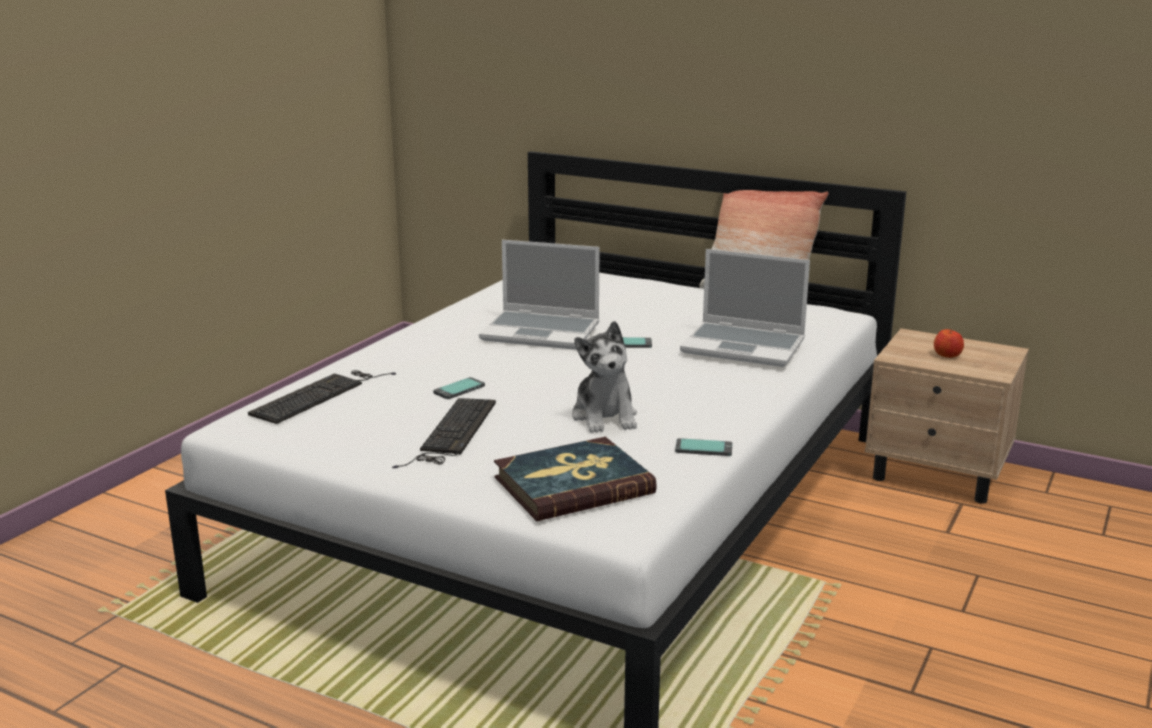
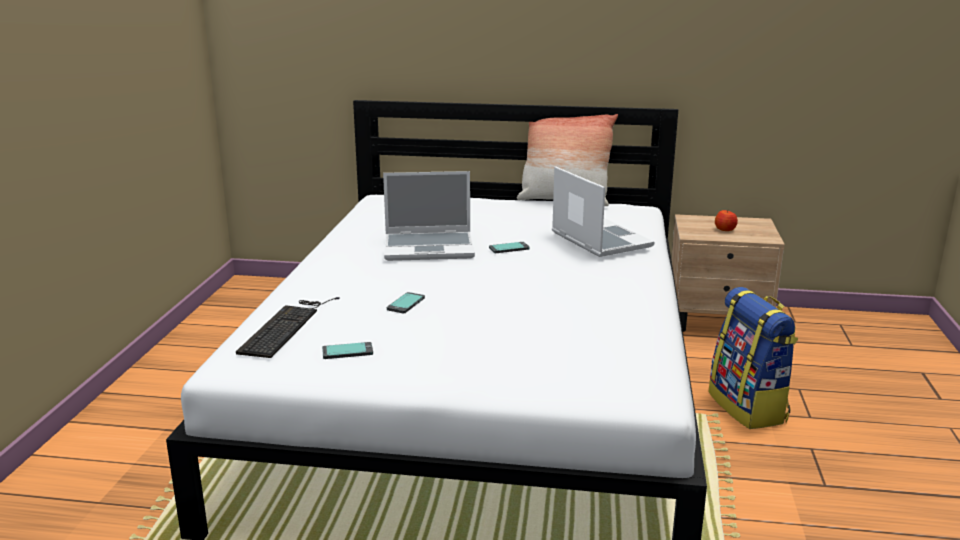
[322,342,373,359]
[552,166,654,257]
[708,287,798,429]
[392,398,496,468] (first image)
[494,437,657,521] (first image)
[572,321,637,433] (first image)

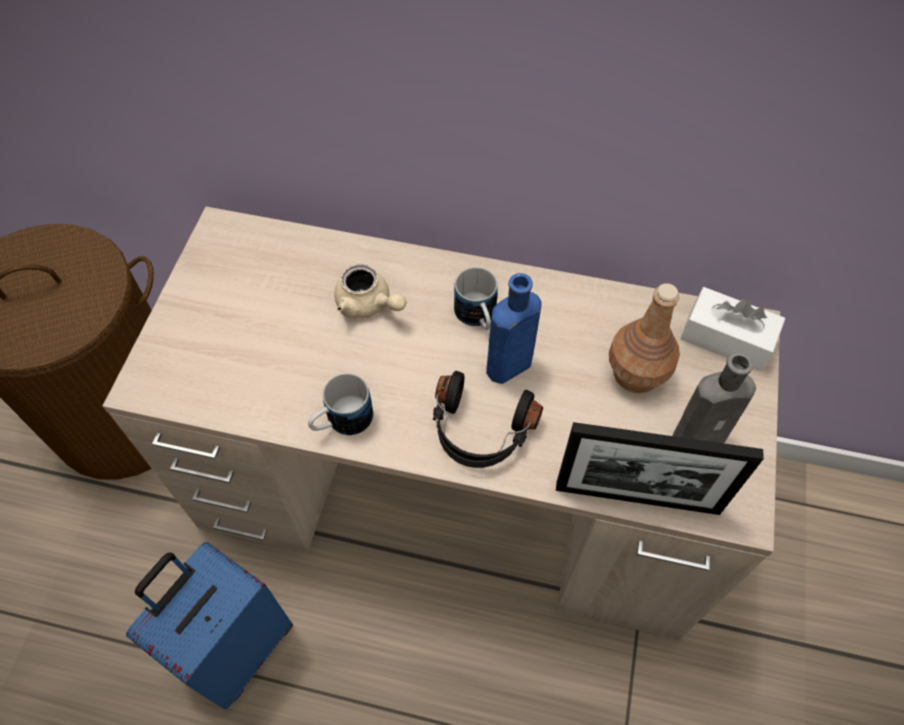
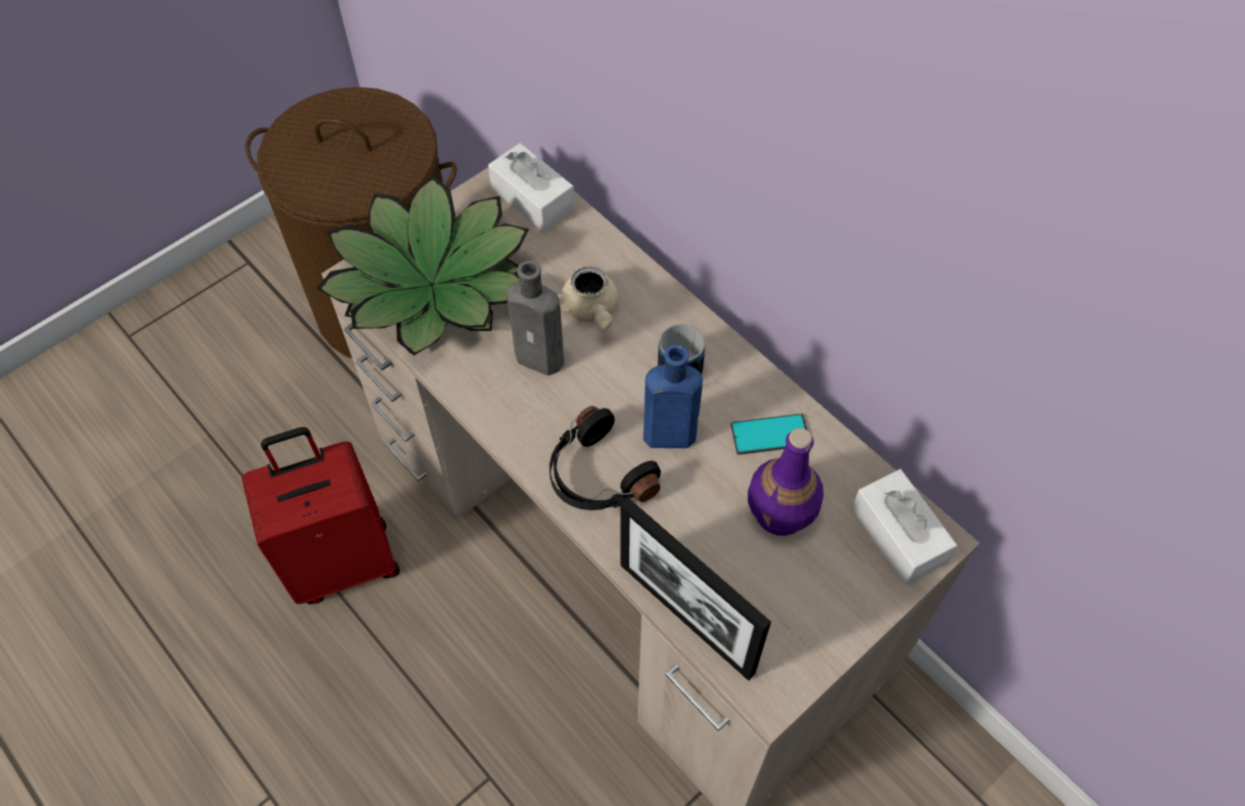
[242,427,400,604]
[316,175,529,356]
[488,143,575,232]
[506,261,564,375]
[731,414,807,455]
[748,428,824,536]
[308,373,373,435] (first image)

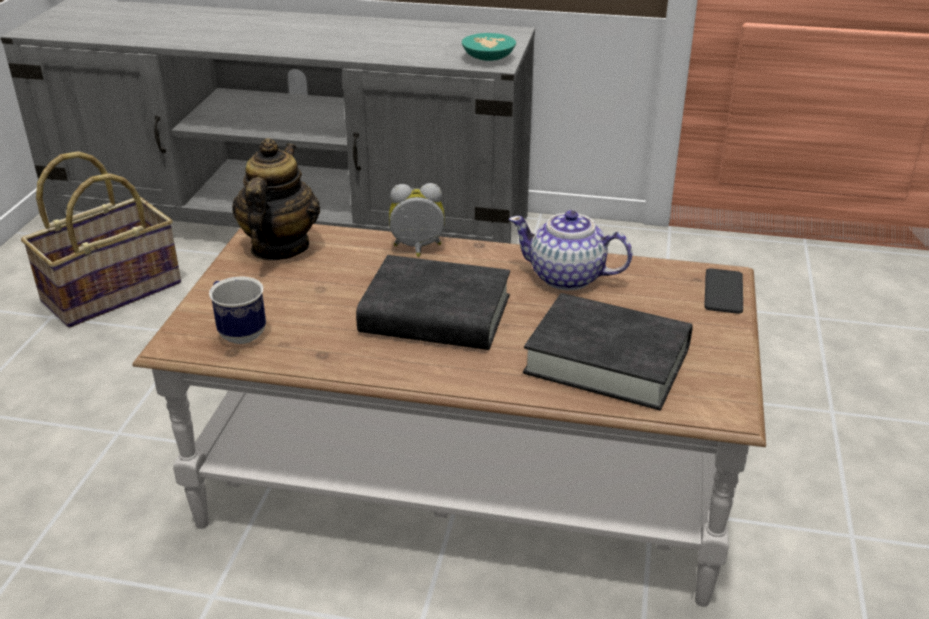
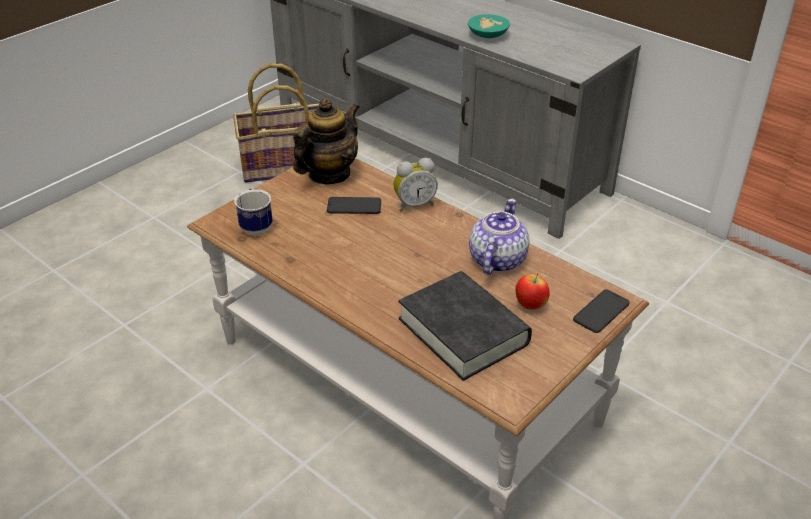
[327,197,381,214]
[393,158,438,212]
[468,14,510,38]
[469,199,530,275]
[515,273,550,310]
[356,255,510,350] (first image)

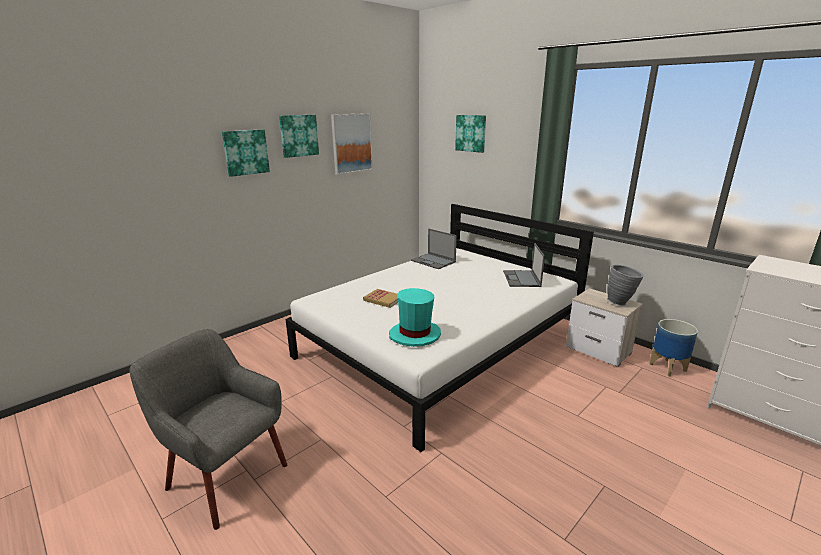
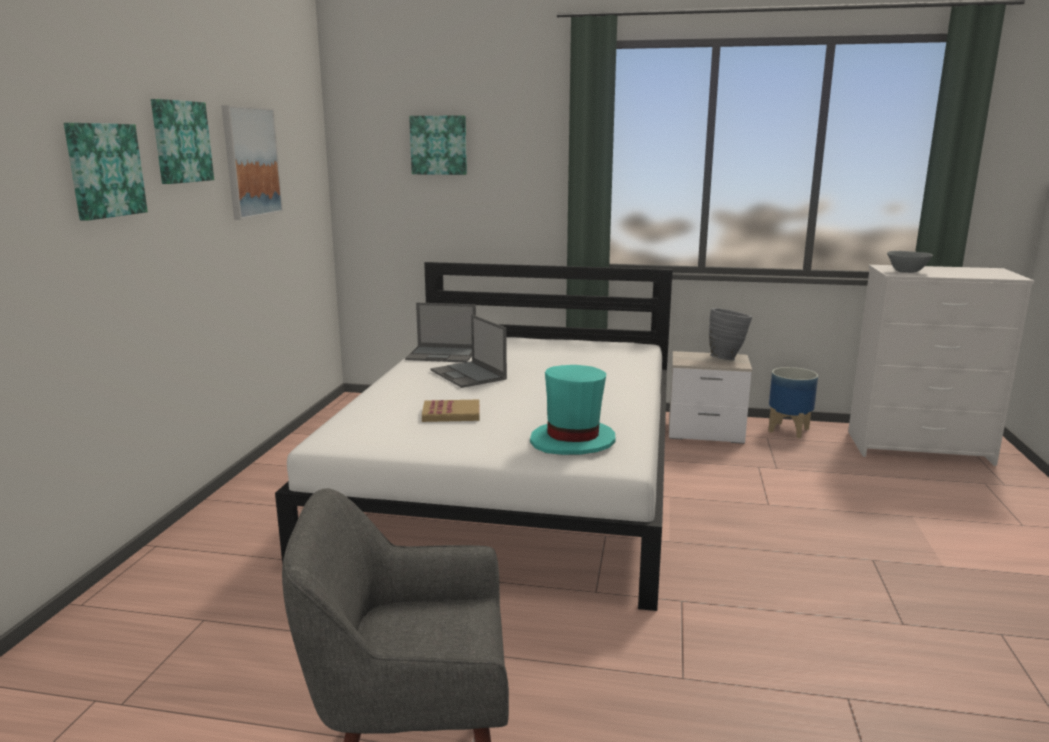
[430,315,507,388]
[887,251,933,273]

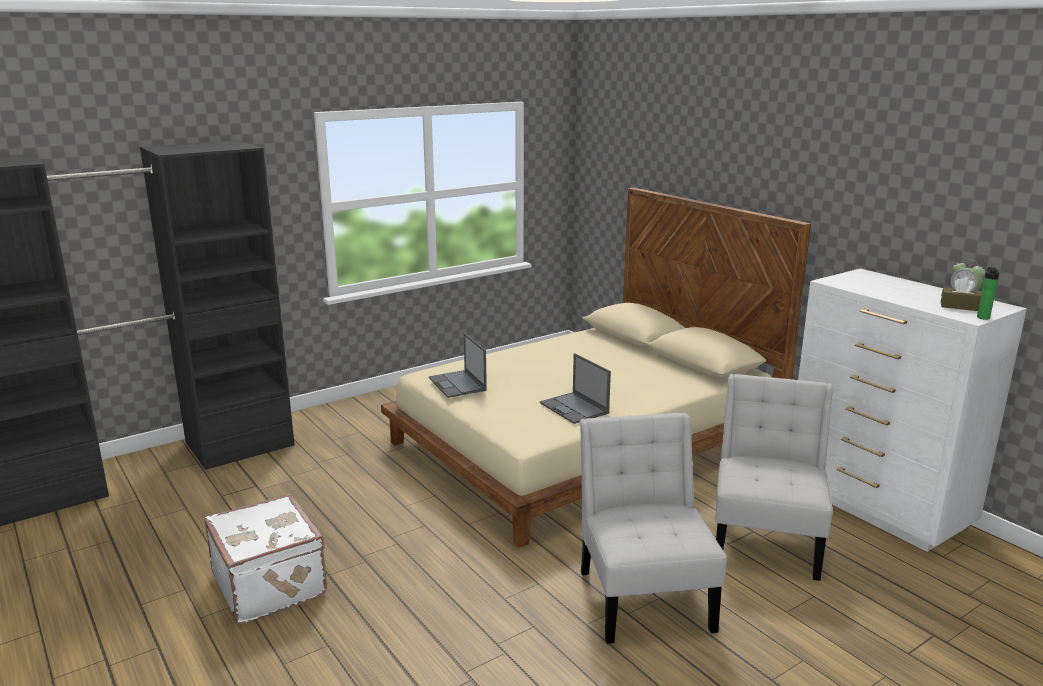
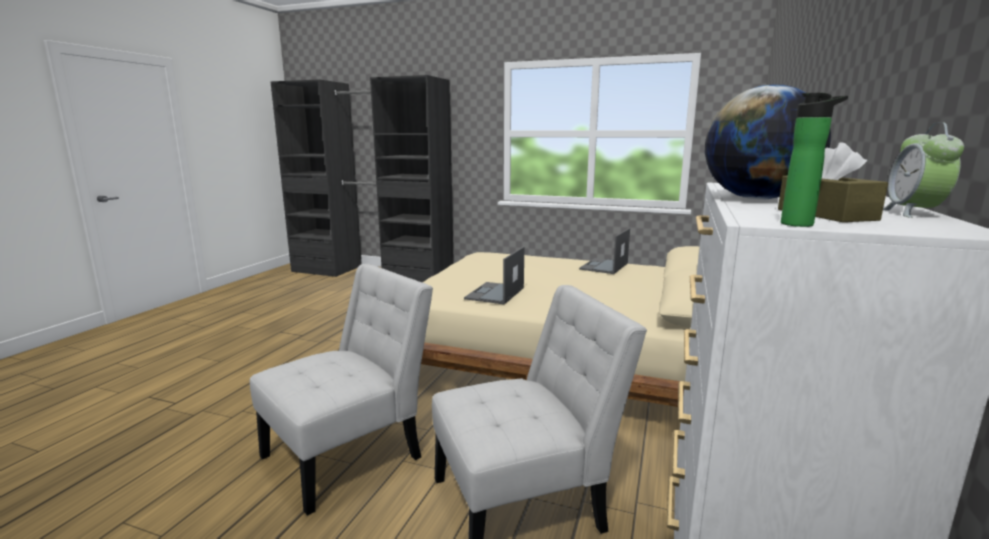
[579,228,630,274]
[705,85,831,200]
[204,494,327,624] (first image)

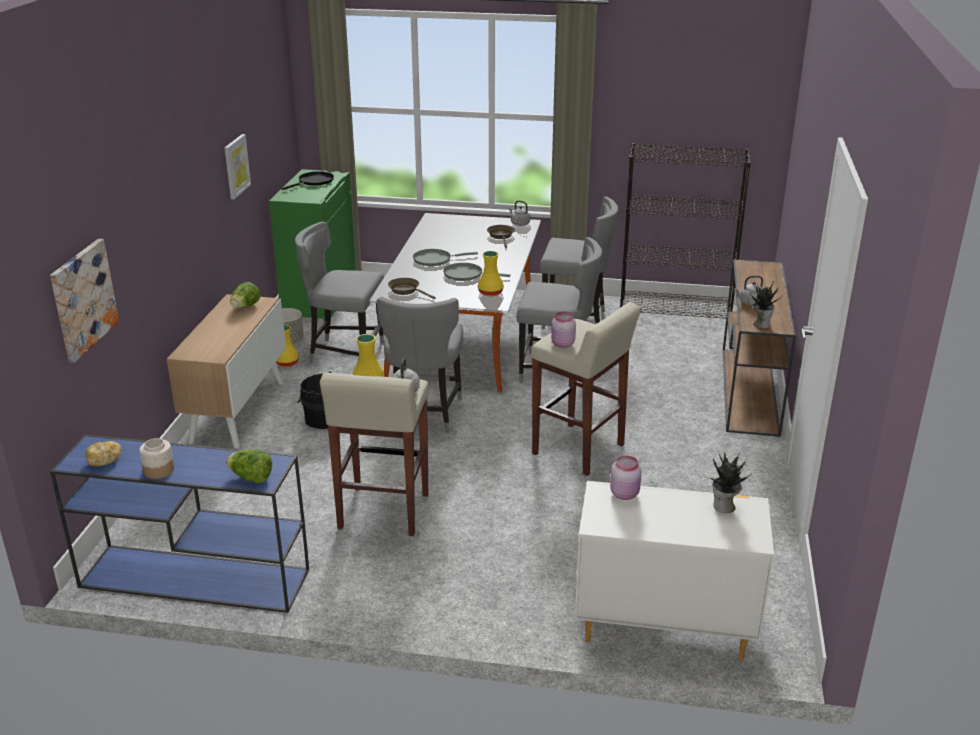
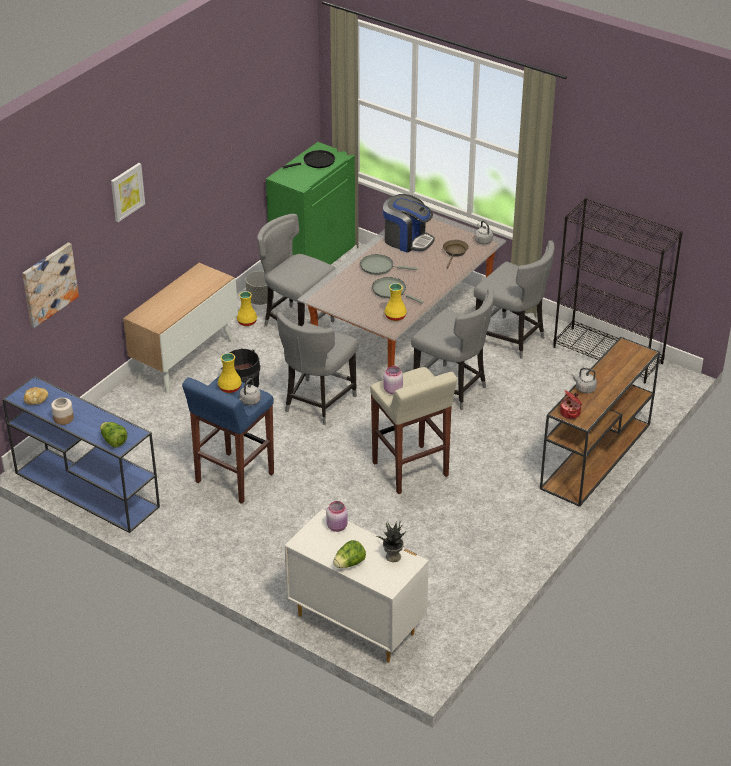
[111,163,145,222]
[182,376,274,504]
[333,540,366,568]
[383,194,435,253]
[560,390,582,419]
[388,278,436,299] (first image)

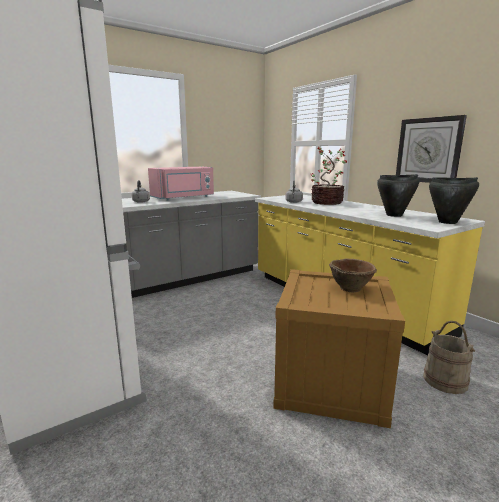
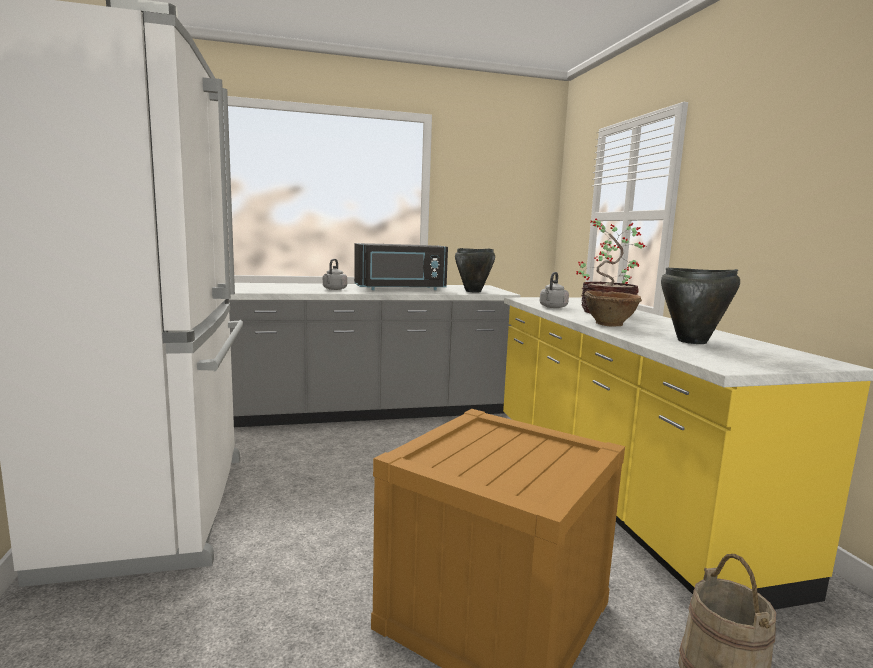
[354,243,448,290]
[455,248,495,292]
[584,291,642,327]
[396,115,467,183] (first image)

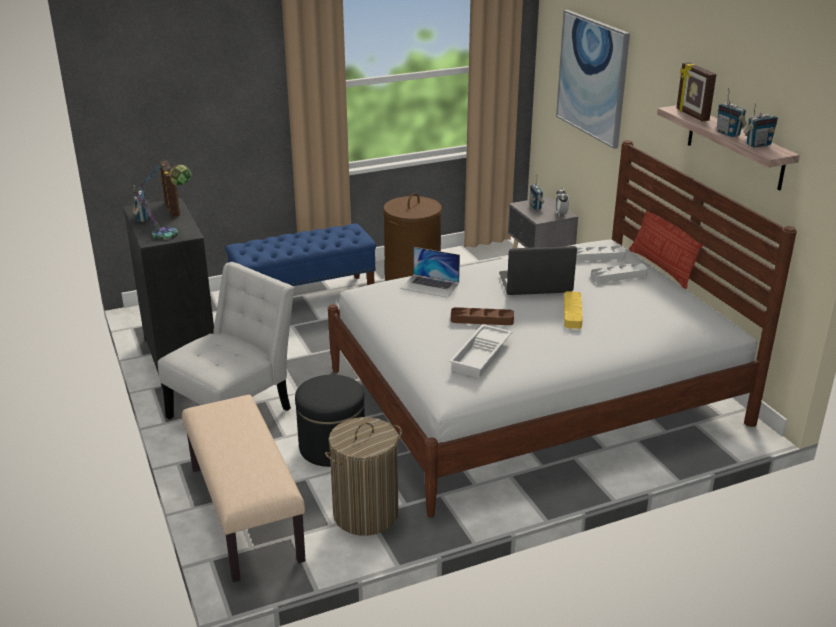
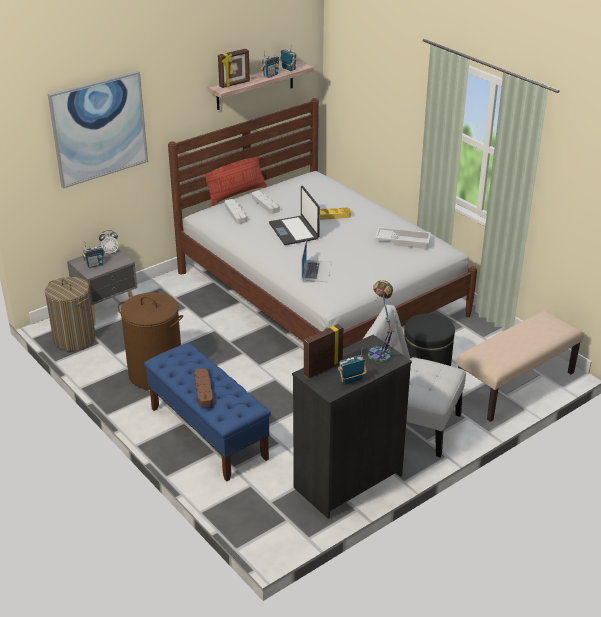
[45,277,96,351]
[194,369,213,407]

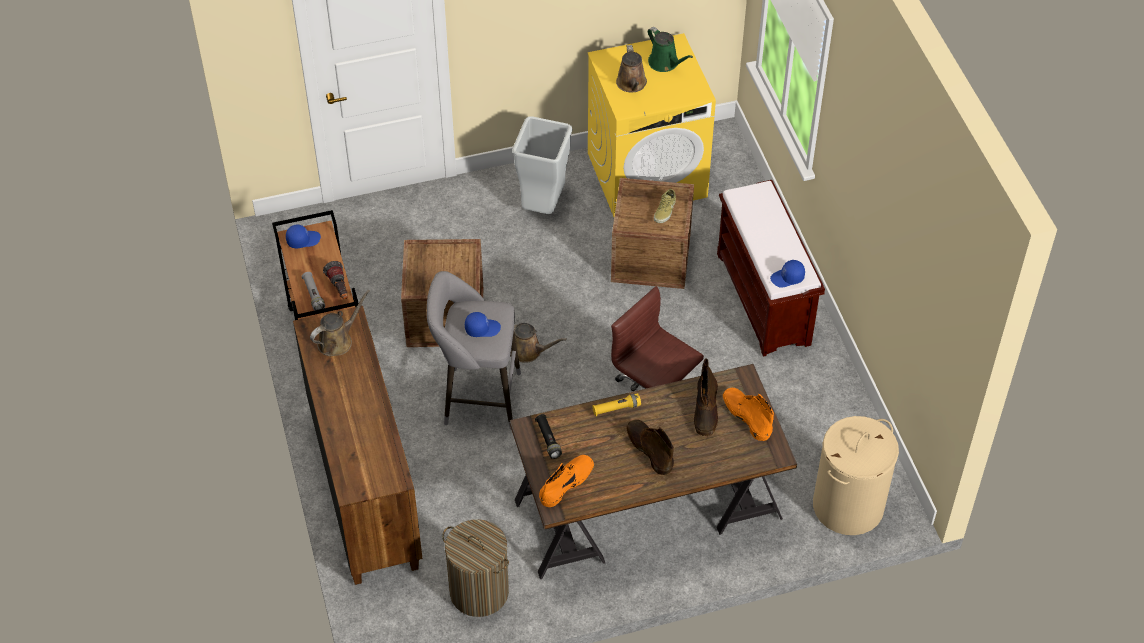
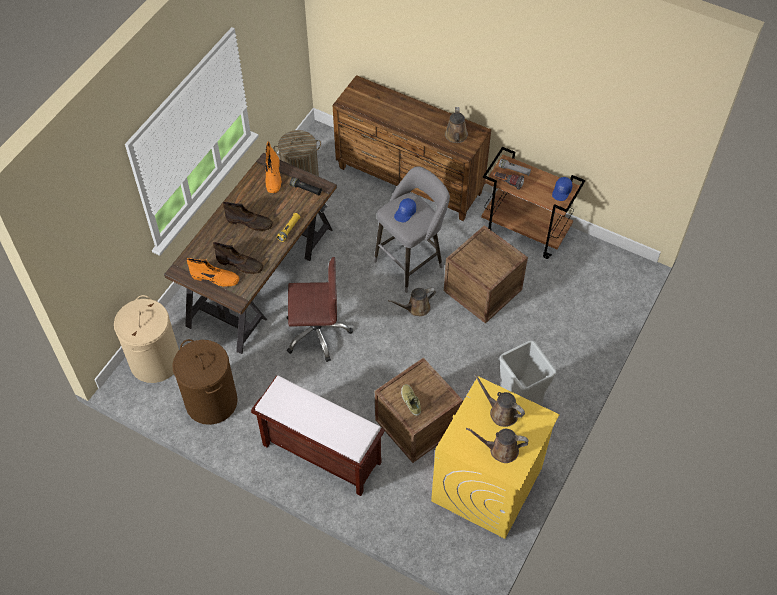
[172,339,238,425]
[213,242,263,274]
[466,428,529,463]
[770,260,805,287] (first image)

